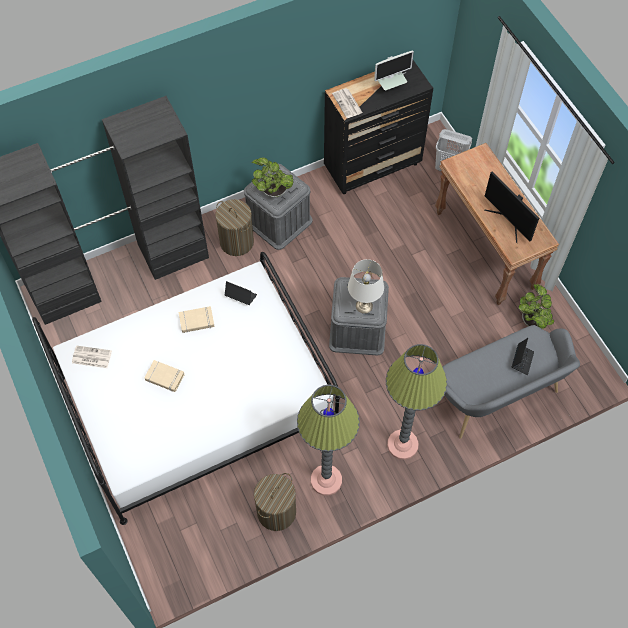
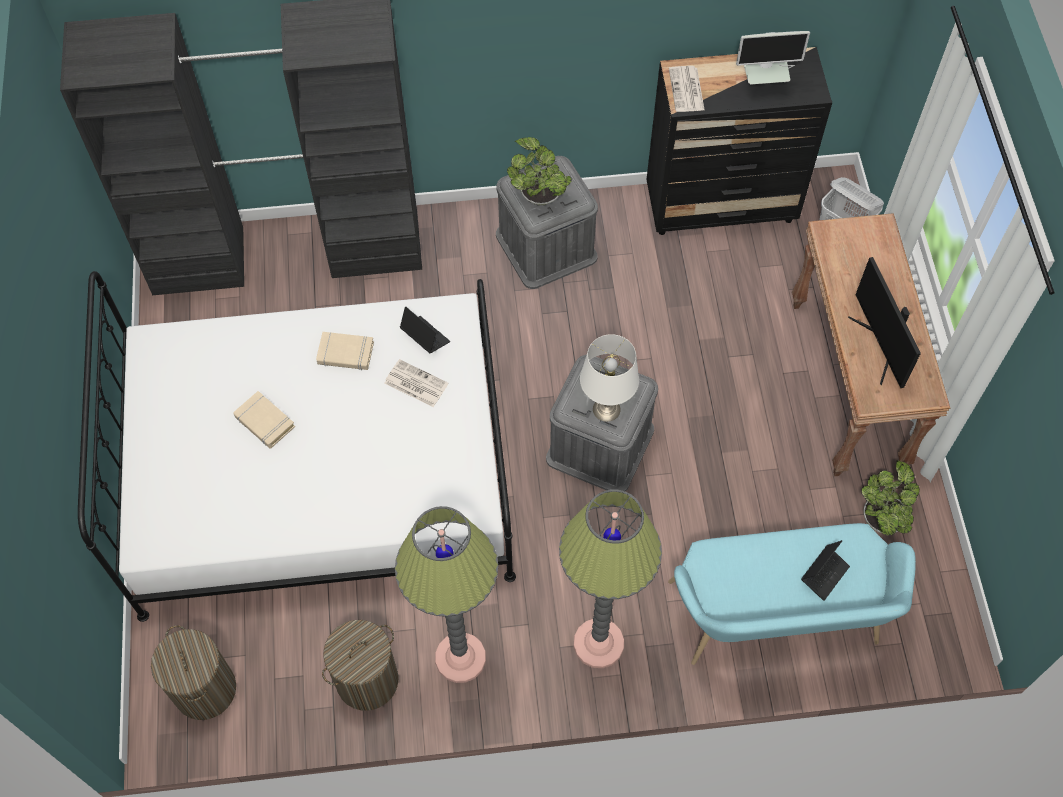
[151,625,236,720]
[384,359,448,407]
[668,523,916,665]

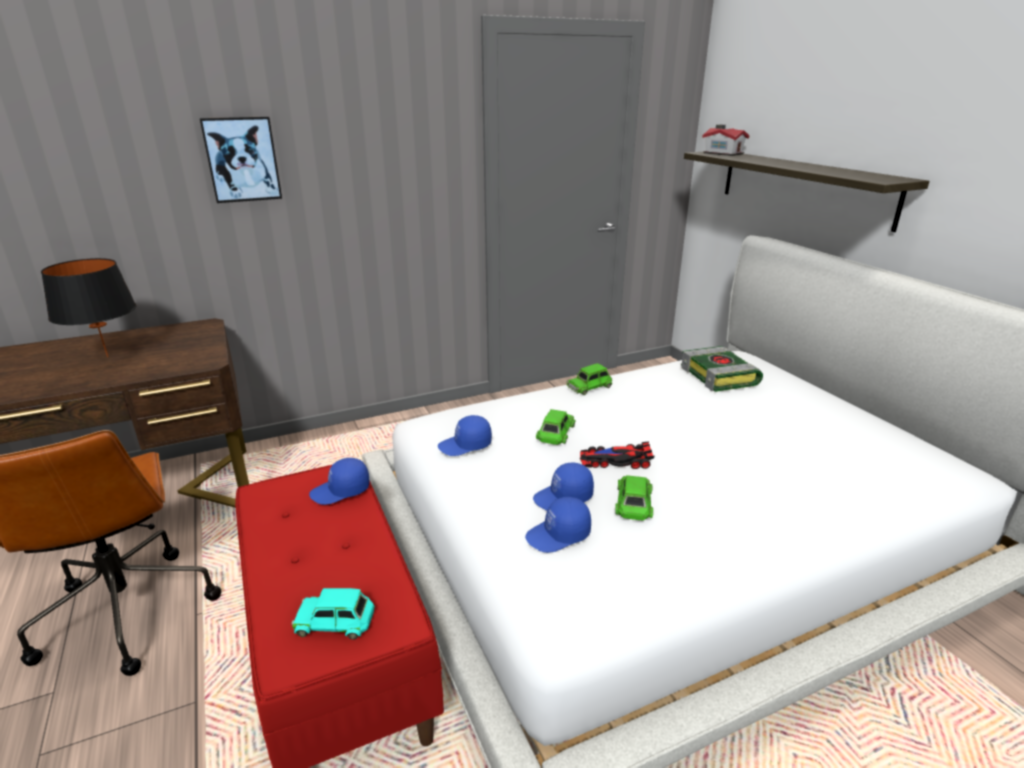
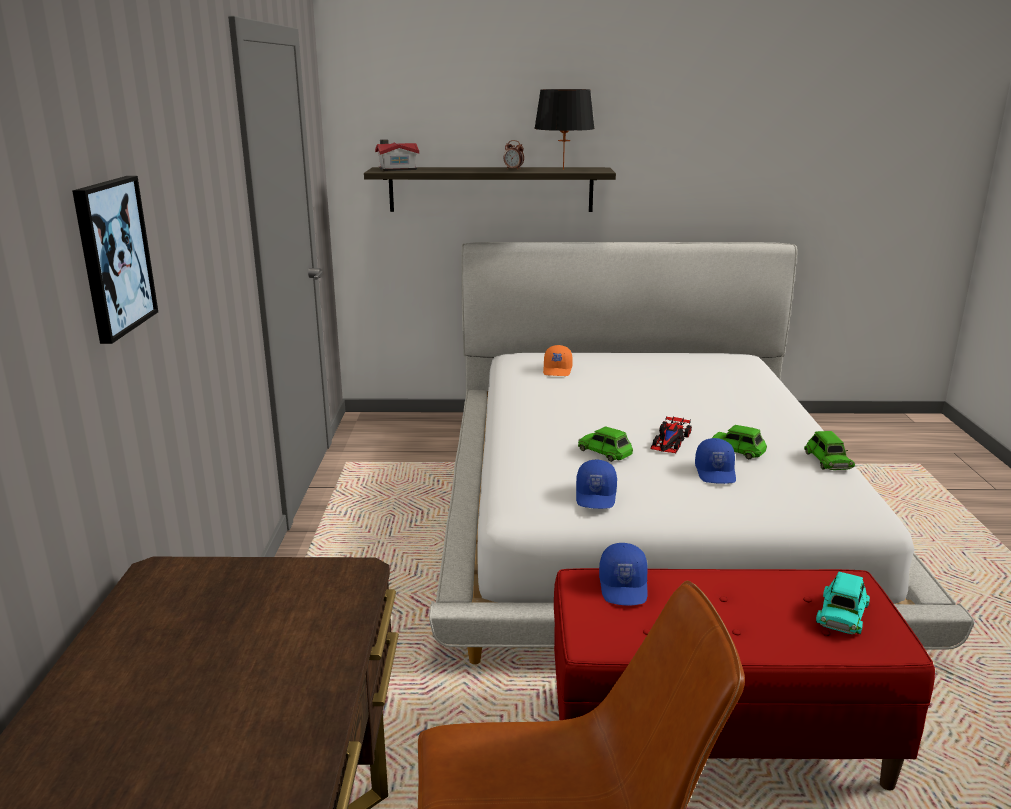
[503,140,524,170]
[534,89,595,170]
[543,345,573,376]
[804,431,855,470]
[525,497,591,553] (first image)

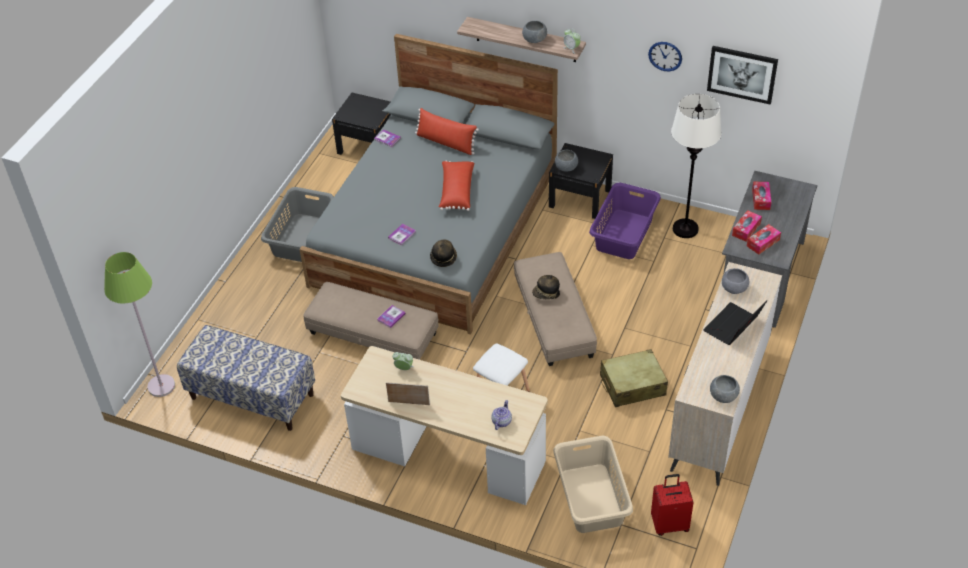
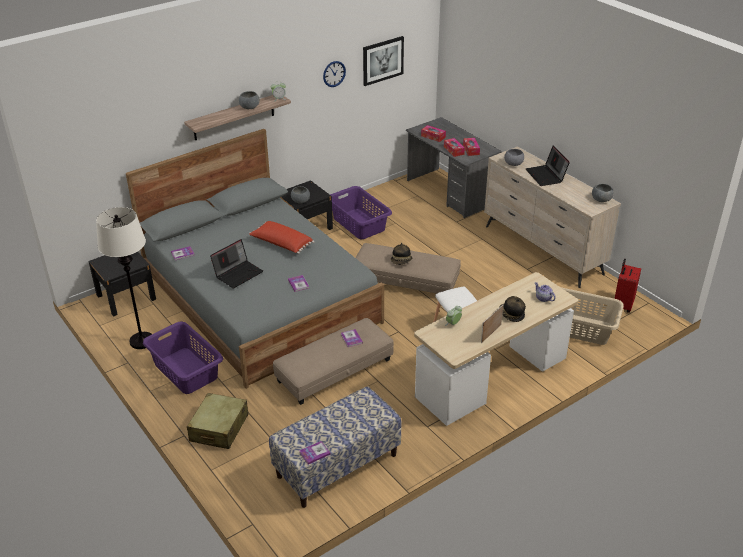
[96,207,152,349]
[143,322,223,394]
[187,393,249,449]
[210,239,263,289]
[299,441,331,464]
[499,296,526,322]
[104,252,175,397] (first image)
[415,108,479,155] (first image)

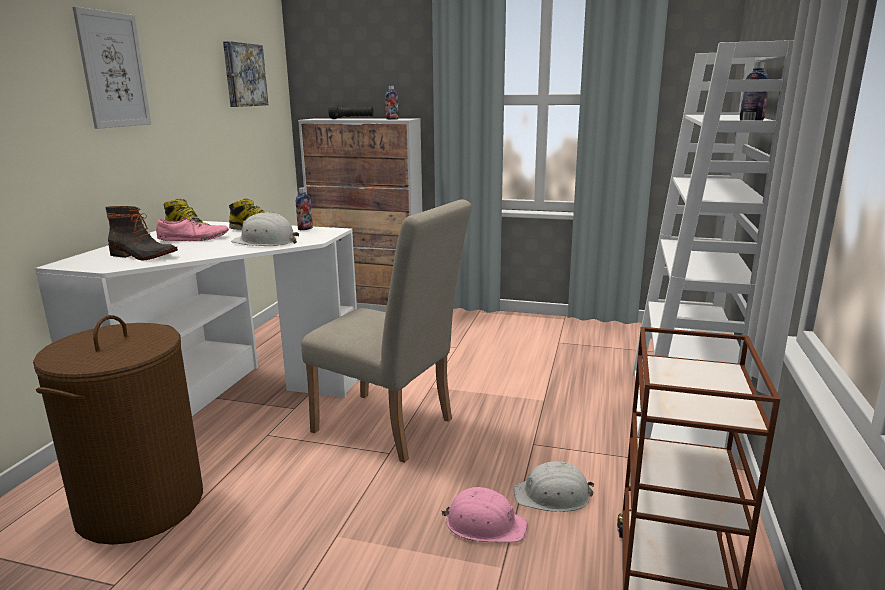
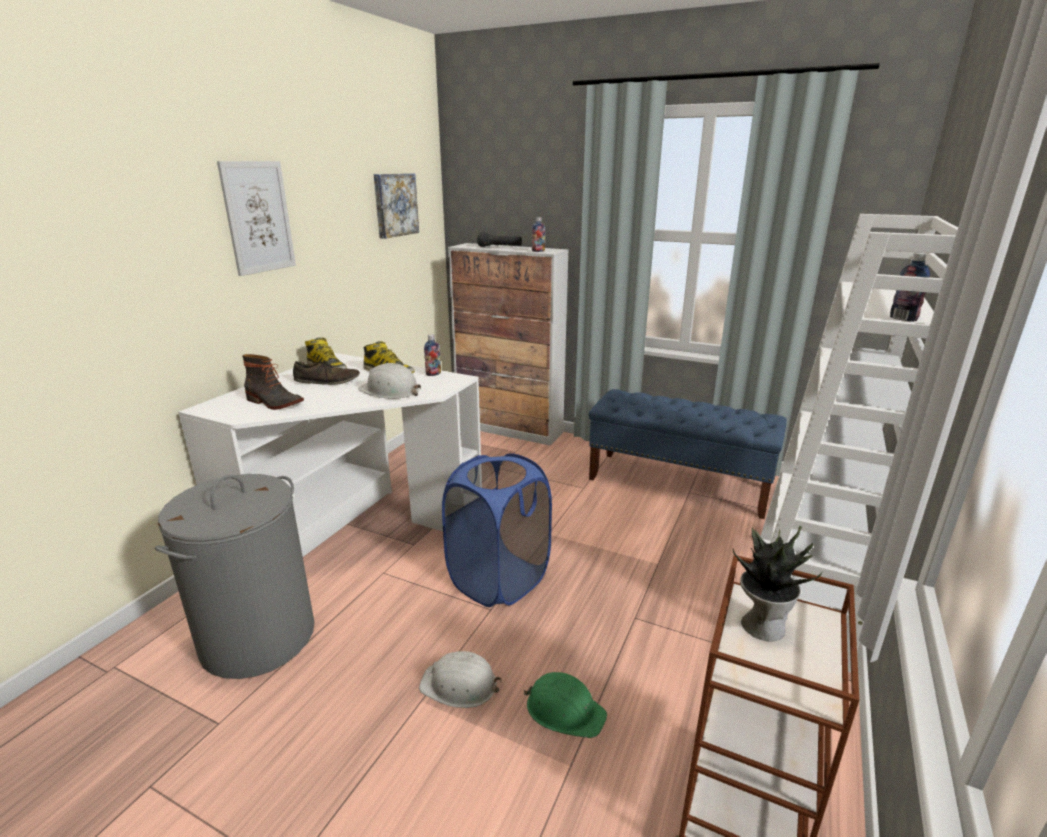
[155,474,315,679]
[293,361,360,385]
[419,651,502,708]
[442,453,552,607]
[524,672,607,738]
[589,389,787,519]
[733,525,822,642]

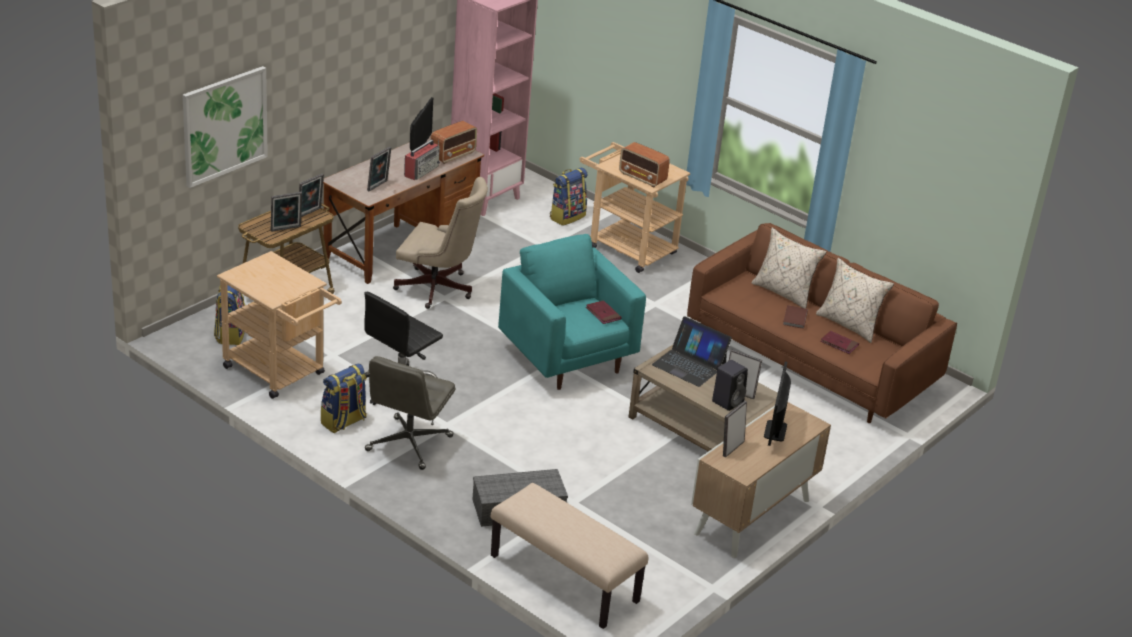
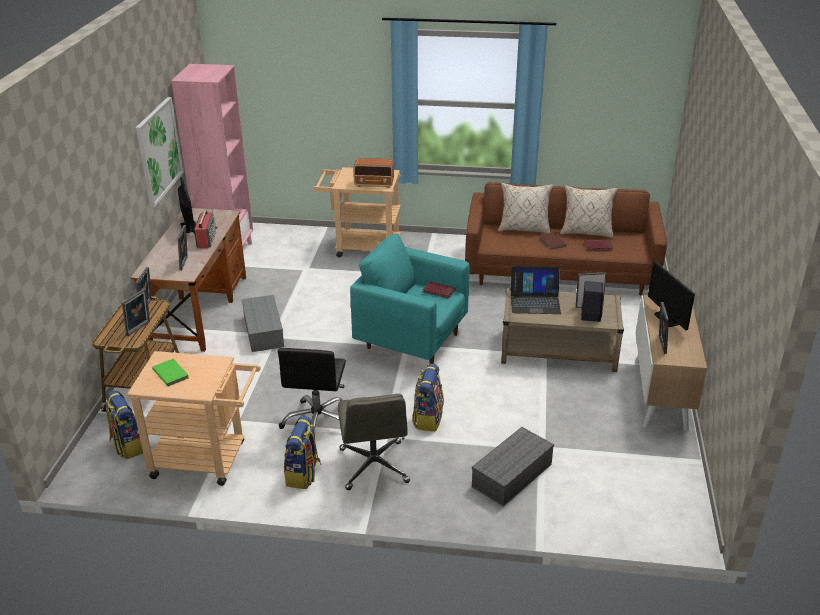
[136,97,184,207]
[152,359,189,387]
[242,295,284,352]
[412,364,444,431]
[431,121,477,164] (first image)
[491,483,648,629] (first image)

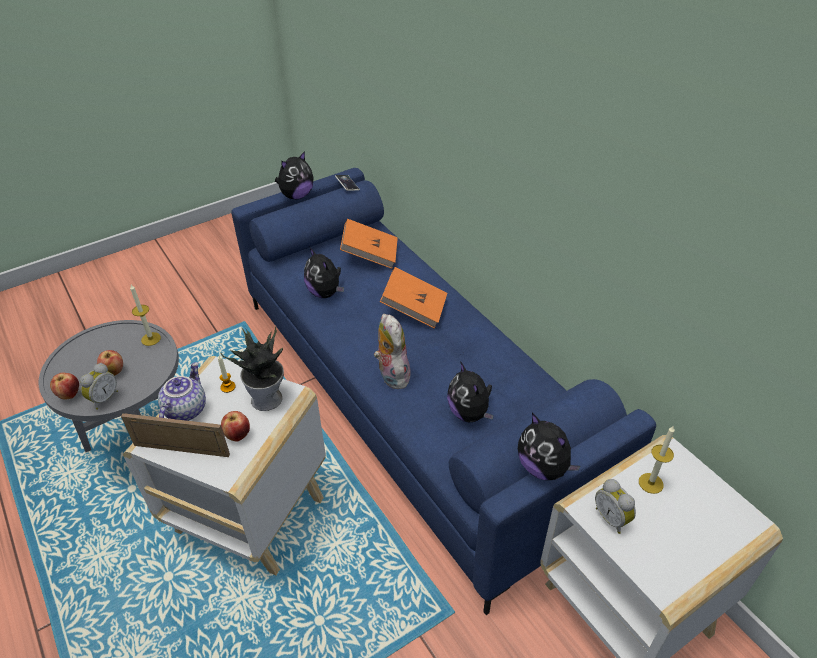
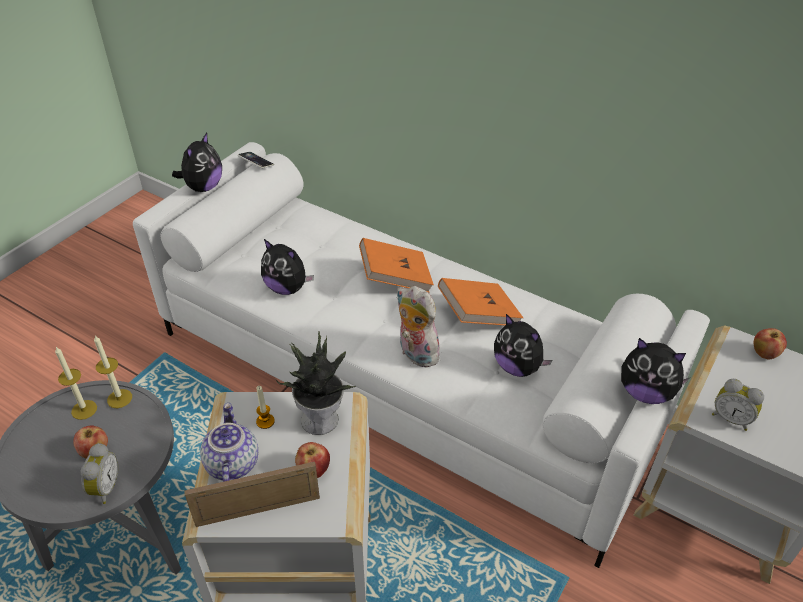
[55,347,97,420]
[133,142,710,568]
[438,278,523,325]
[754,328,787,360]

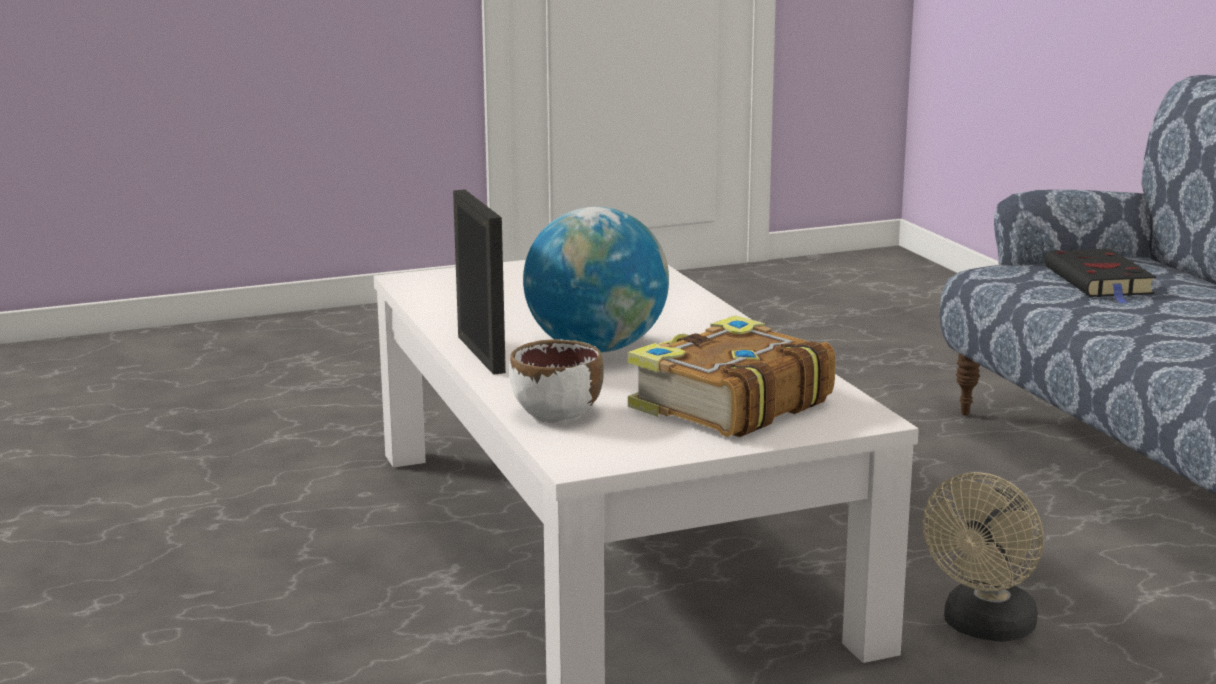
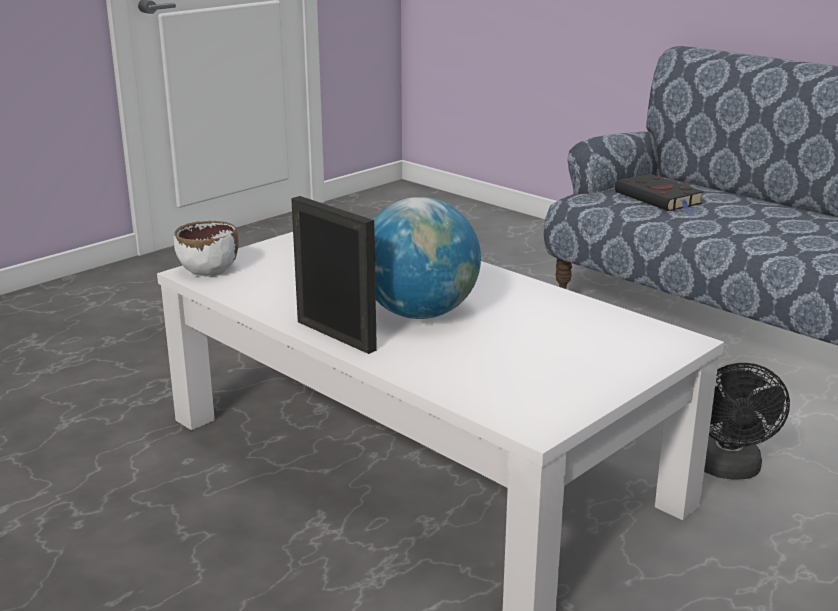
[174,221,239,277]
[704,363,790,480]
[628,315,836,437] (first image)

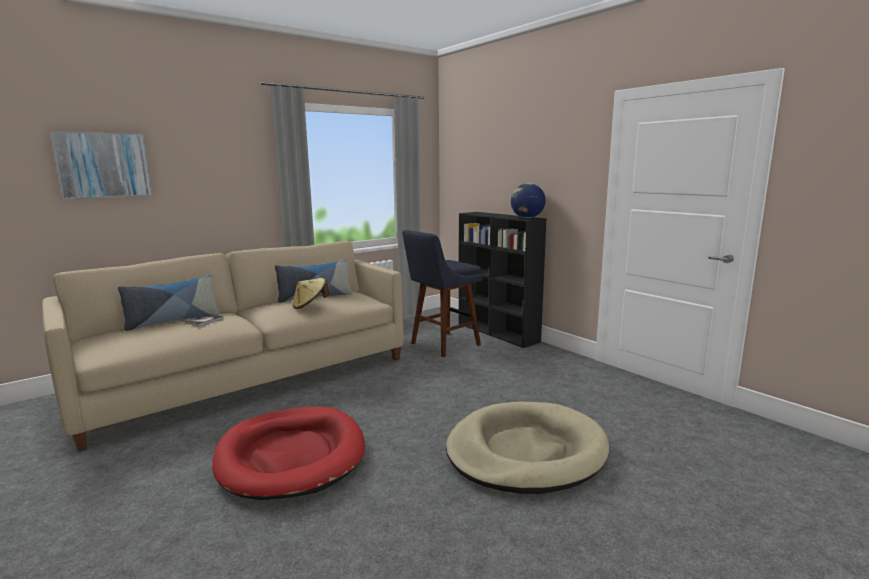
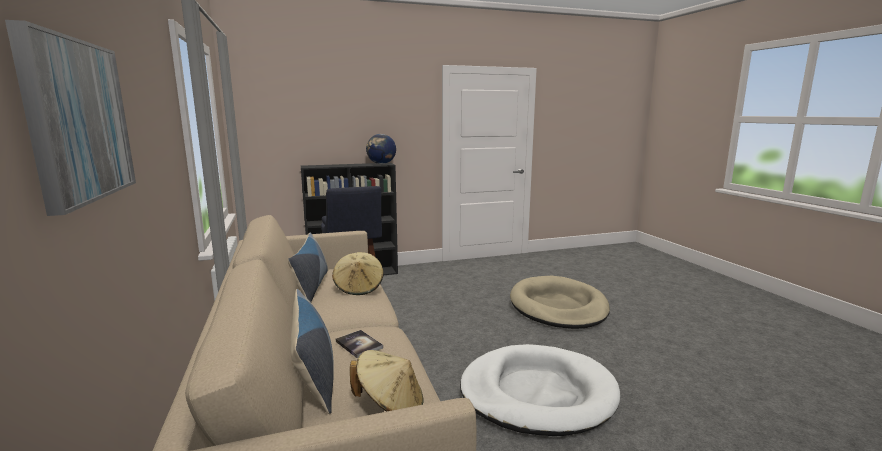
[350,350,424,411]
[460,344,620,436]

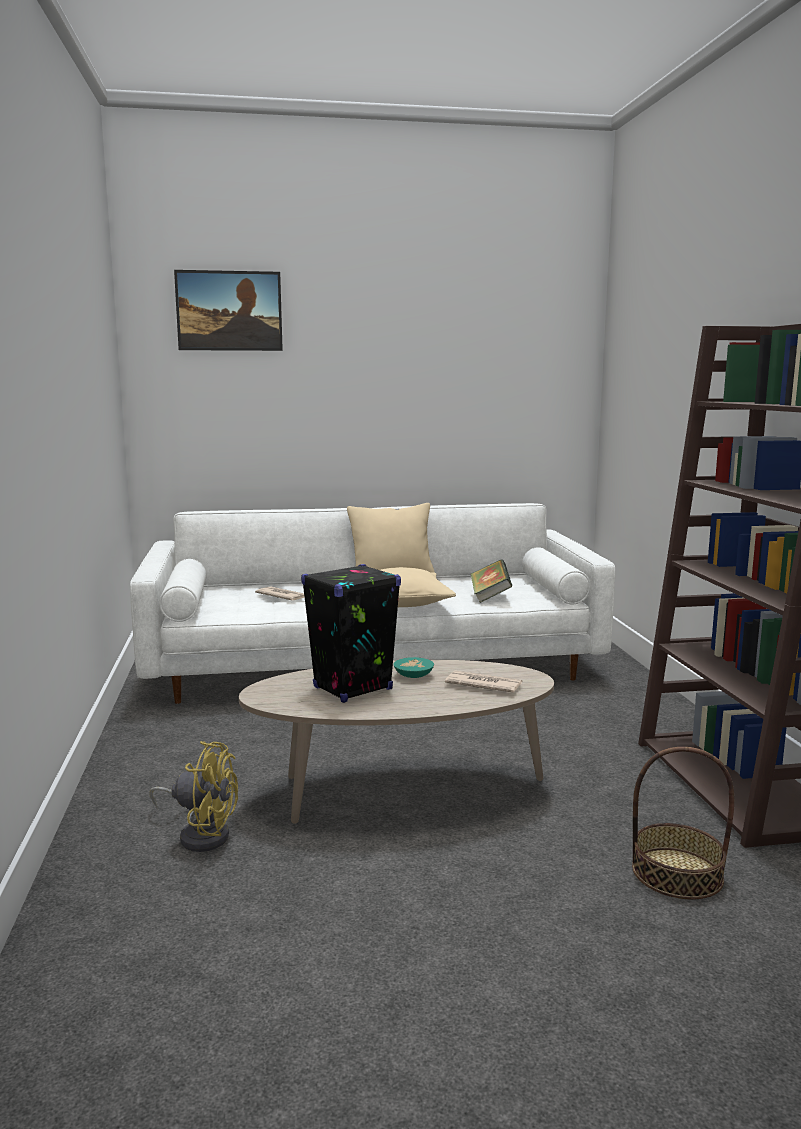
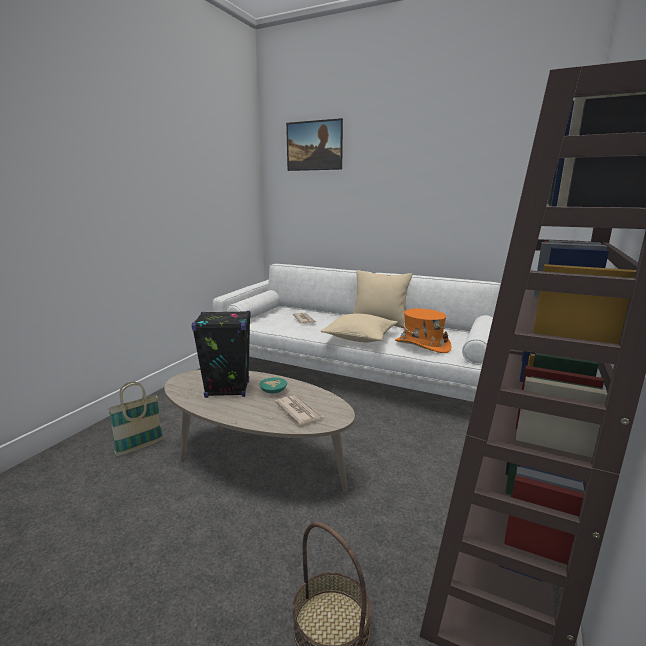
[108,382,163,456]
[395,309,452,353]

